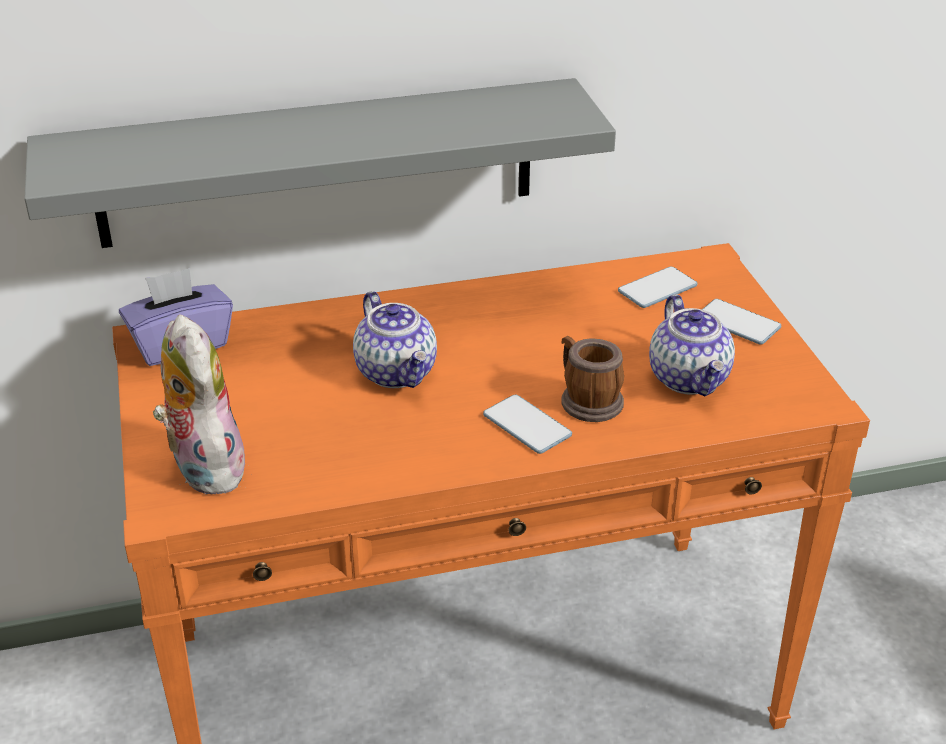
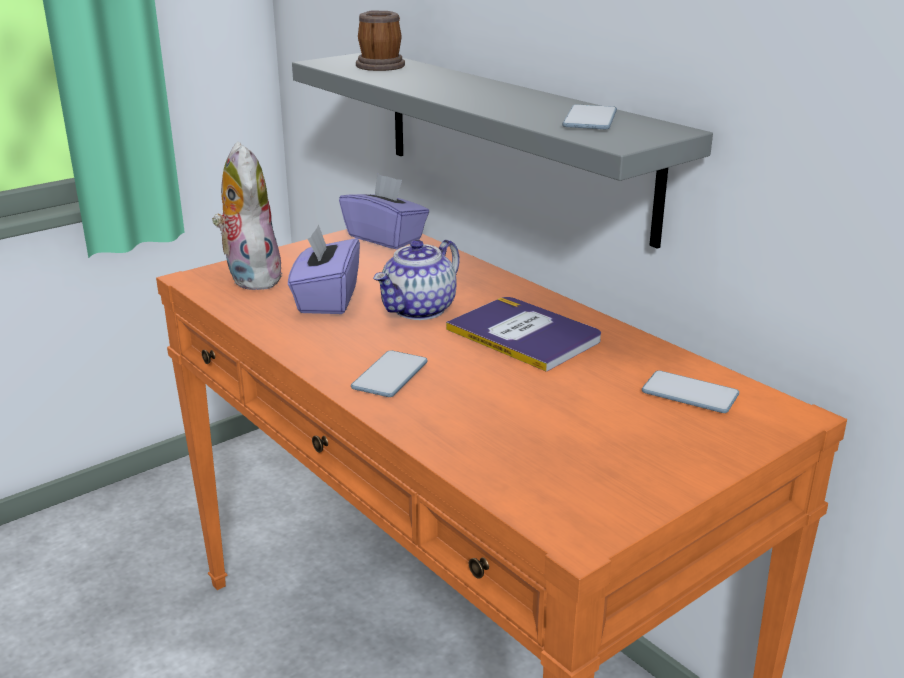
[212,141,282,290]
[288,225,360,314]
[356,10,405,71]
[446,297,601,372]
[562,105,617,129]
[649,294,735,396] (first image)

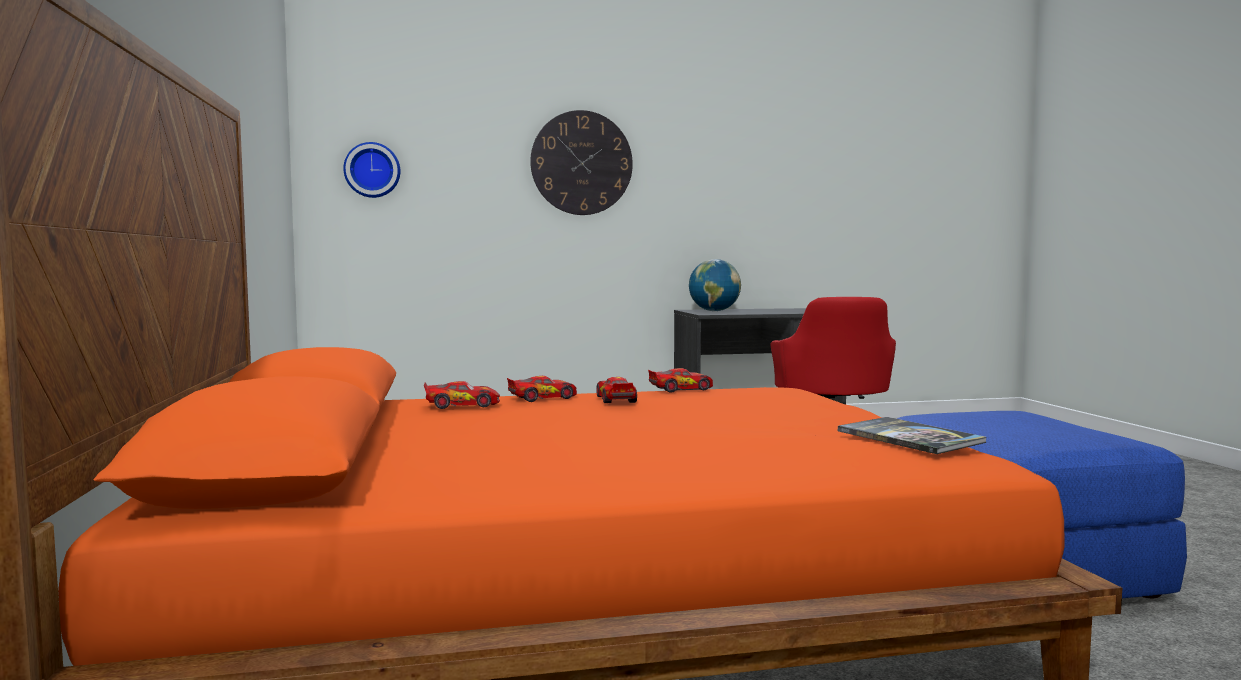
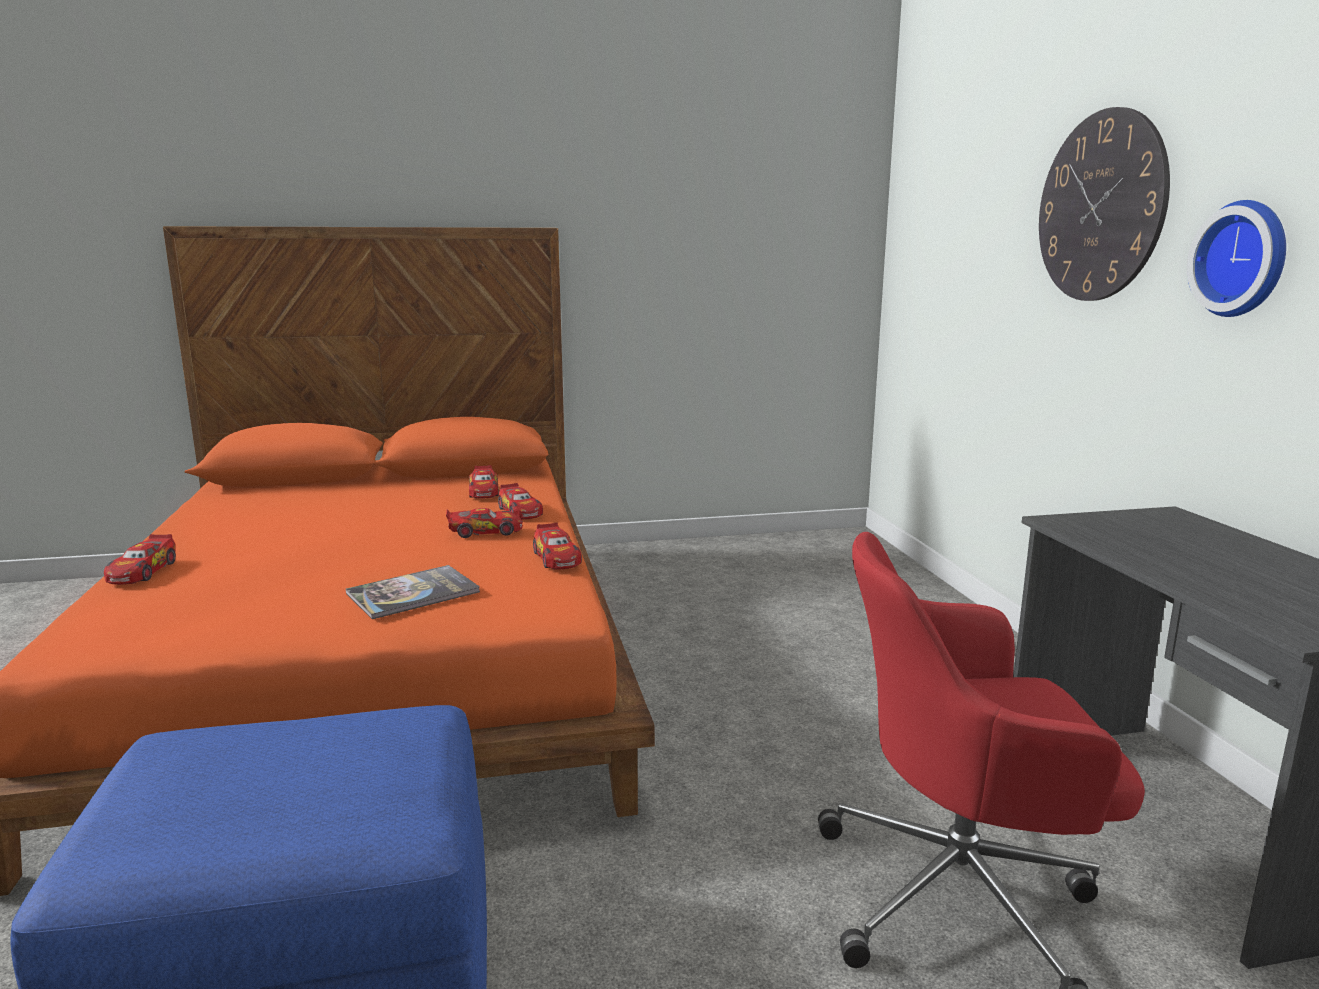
[104,534,176,585]
[346,565,480,619]
[1187,200,1286,317]
[689,259,741,311] (first image)

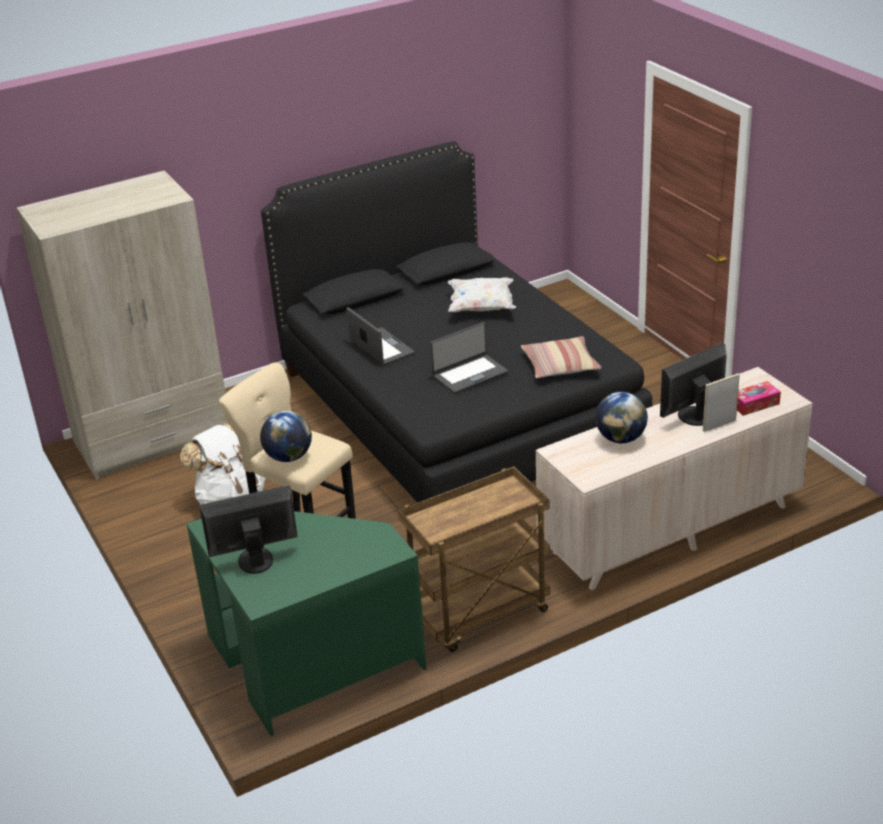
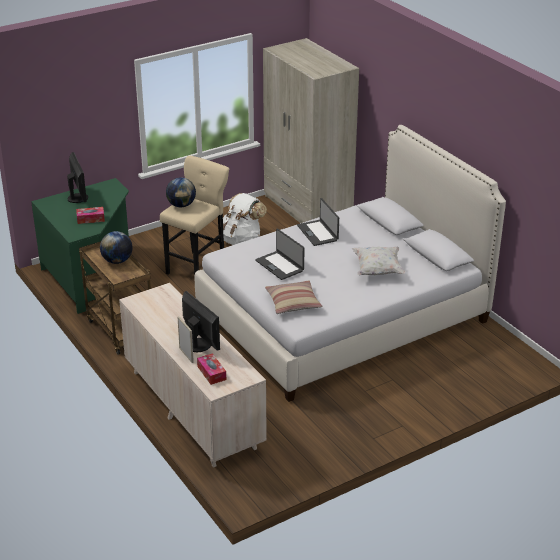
[76,207,105,224]
[100,231,133,264]
[195,125,506,402]
[297,198,339,246]

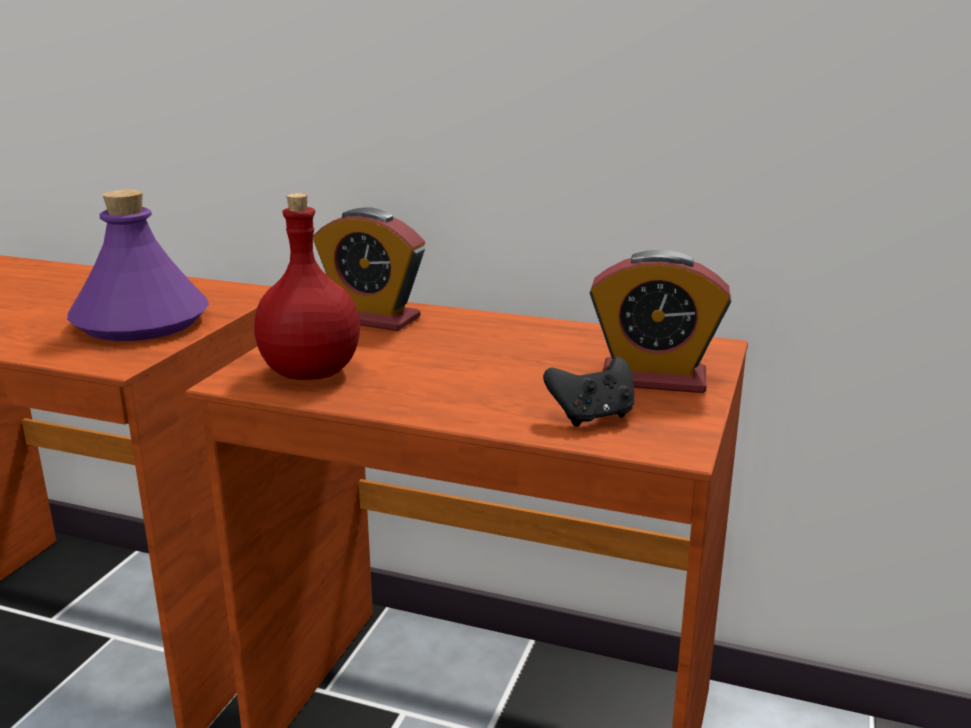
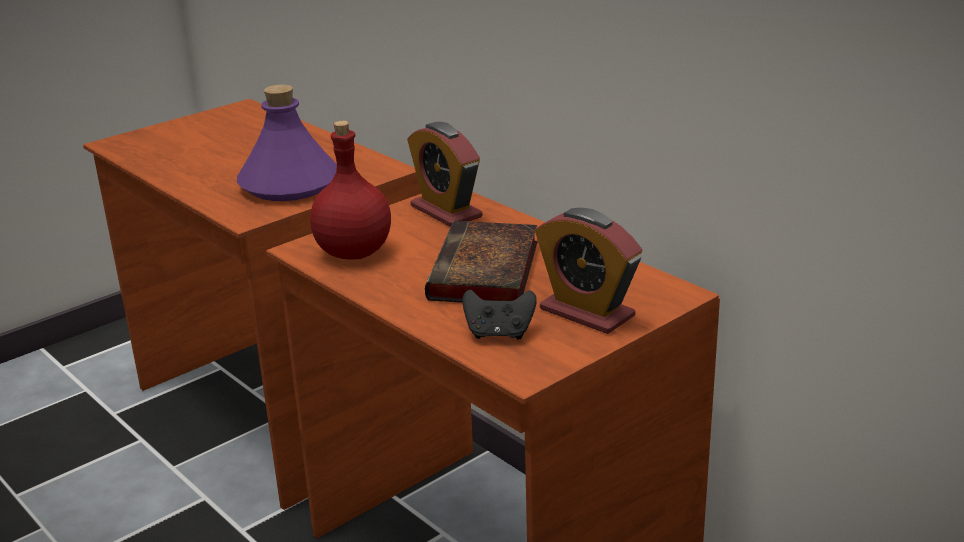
[425,221,537,303]

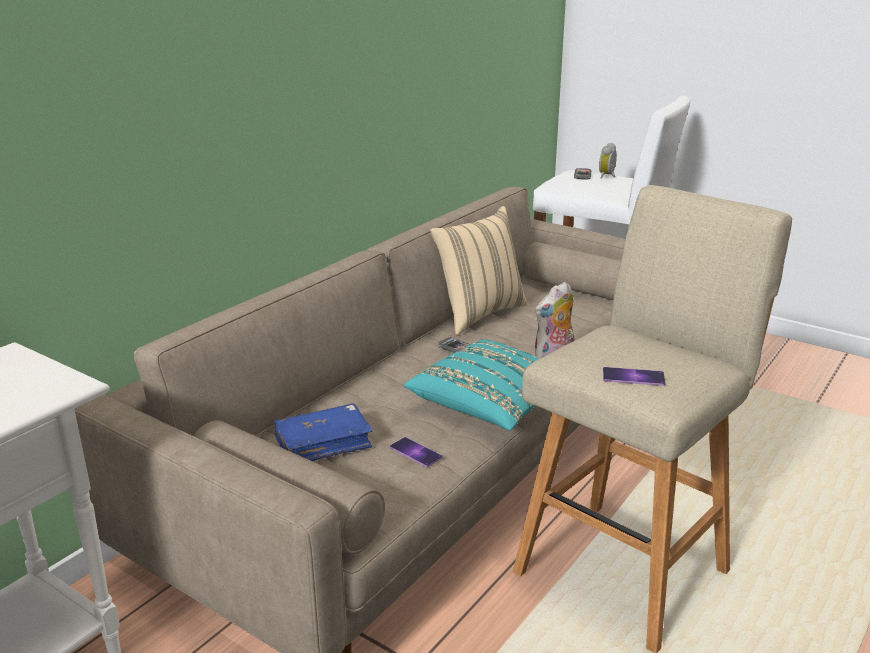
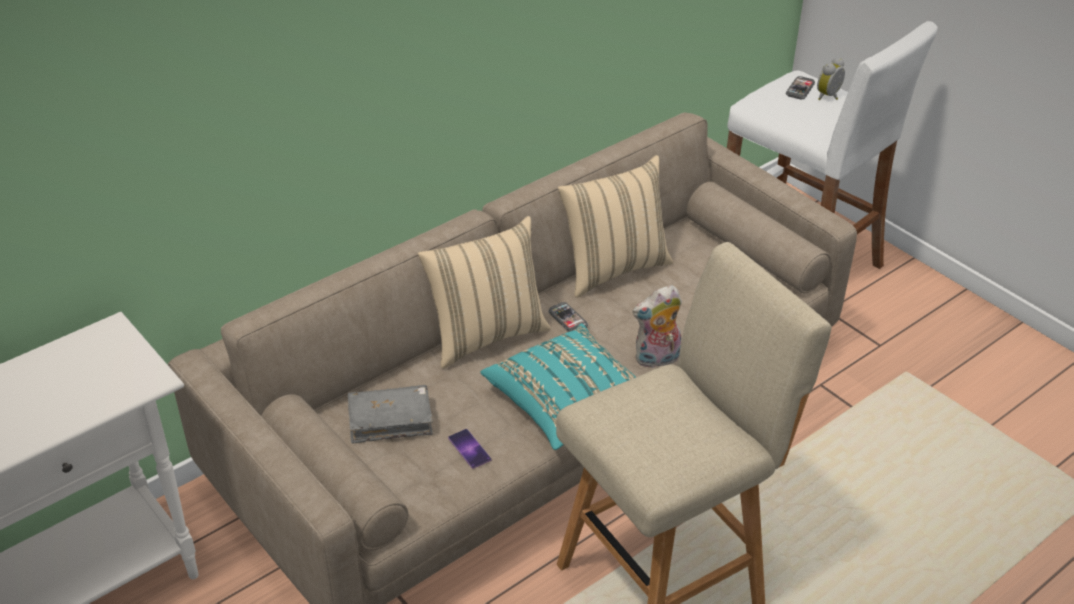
[348,385,433,444]
[418,216,551,369]
[603,367,666,386] (first image)

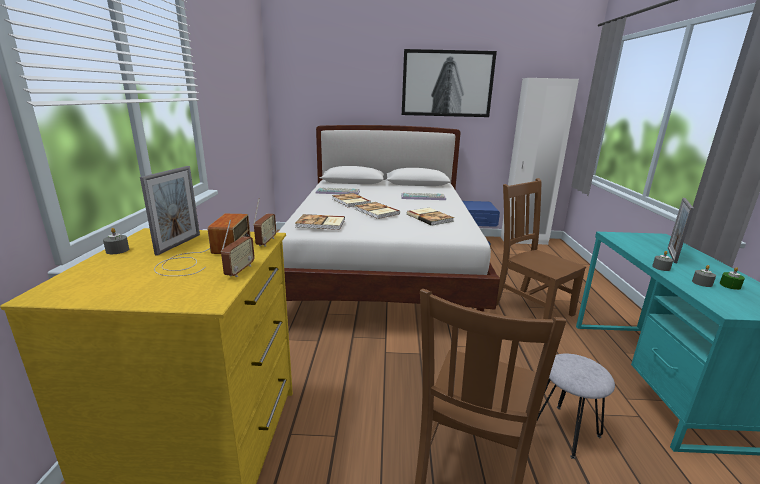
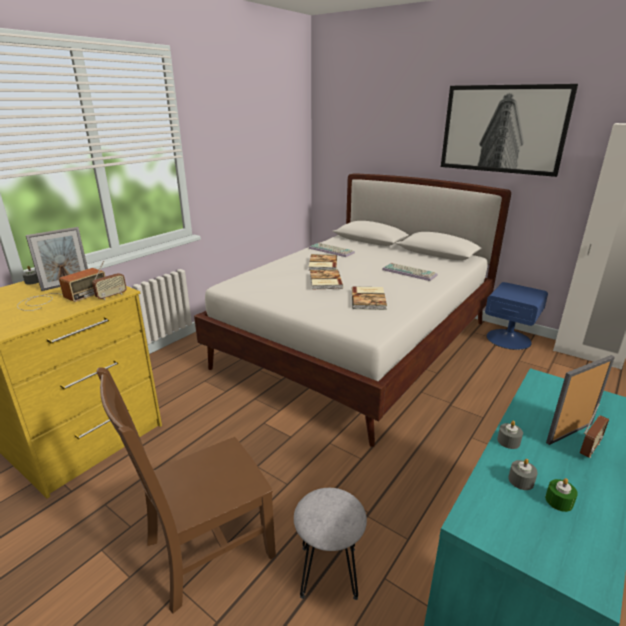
[580,403,609,458]
[295,214,345,230] (first image)
[496,178,586,319] (first image)

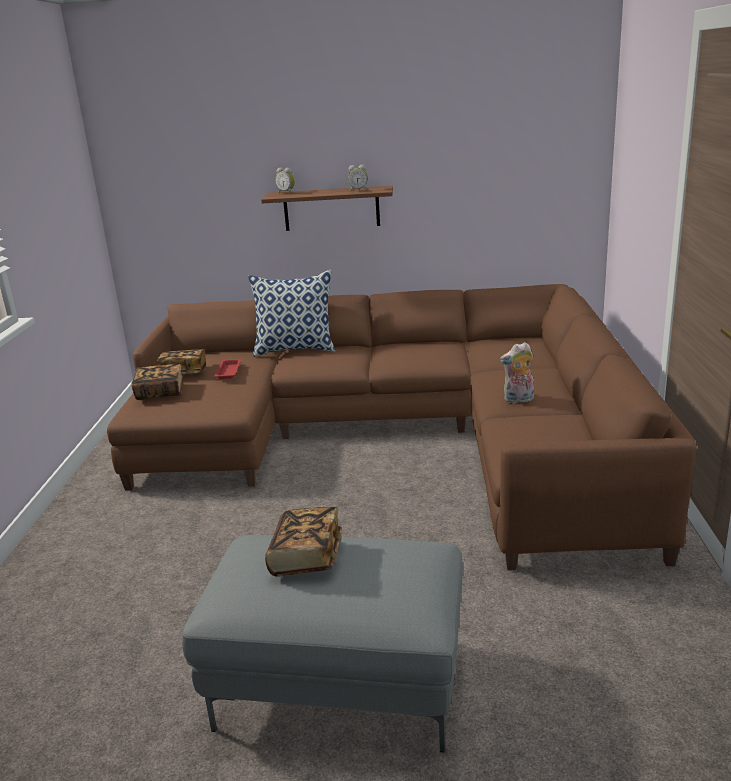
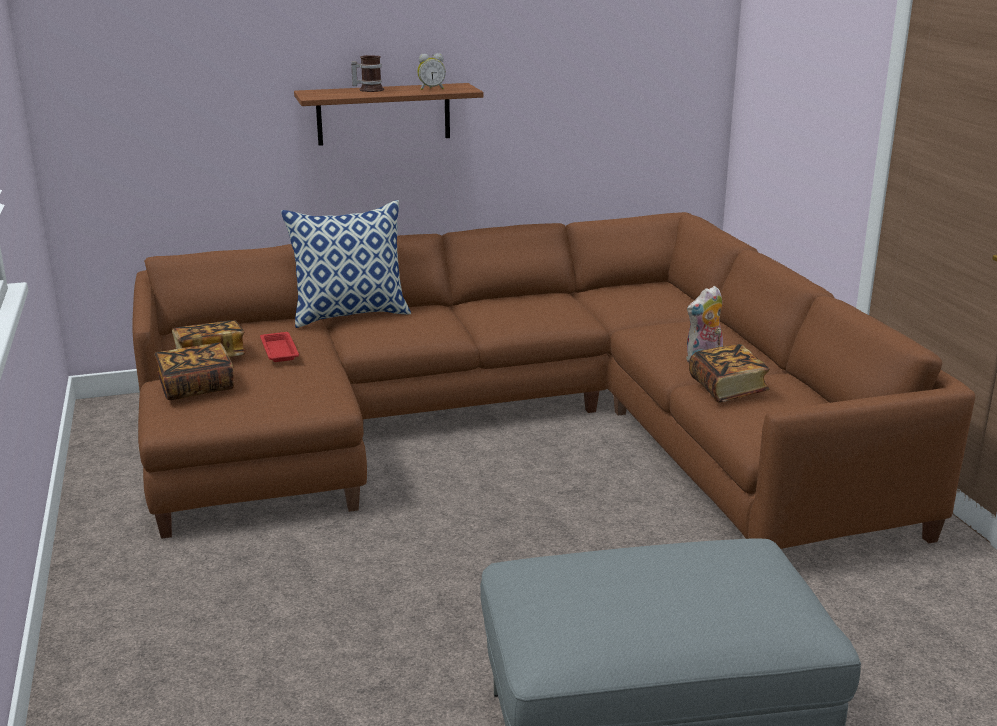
[351,55,384,92]
[689,344,770,402]
[275,168,295,193] (first image)

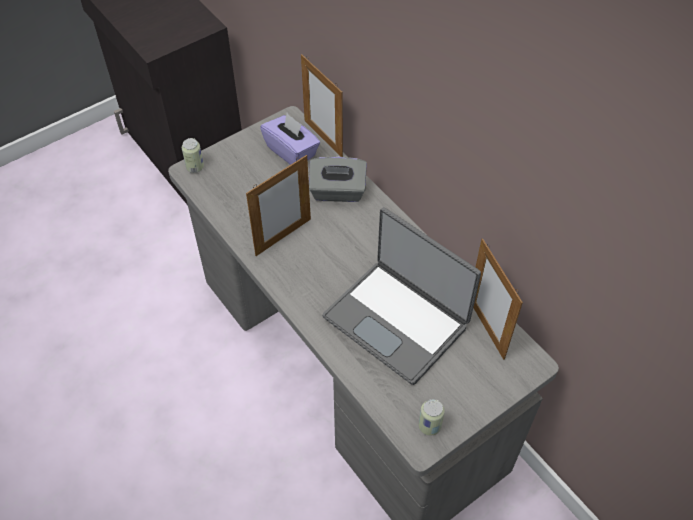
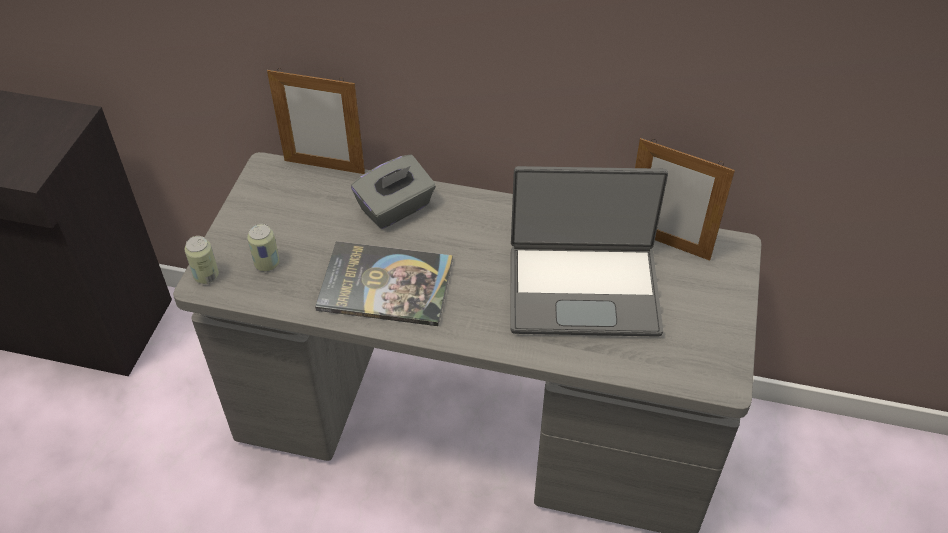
[247,224,280,272]
[315,241,453,326]
[260,113,320,165] (first image)

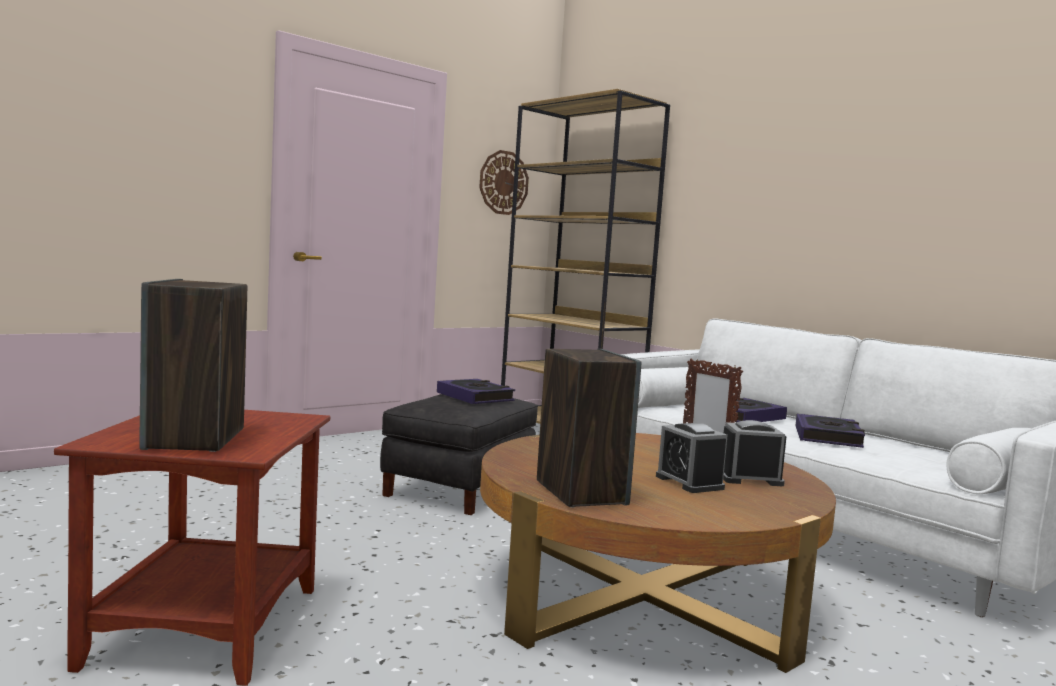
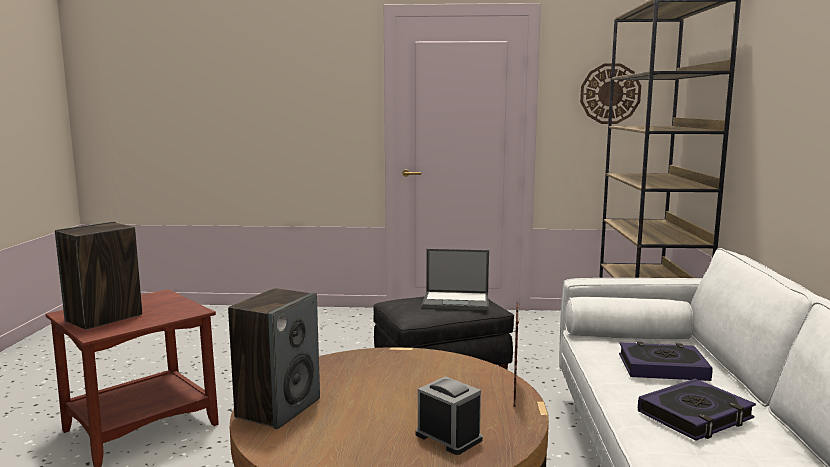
[422,249,489,310]
[656,423,728,493] (first image)

